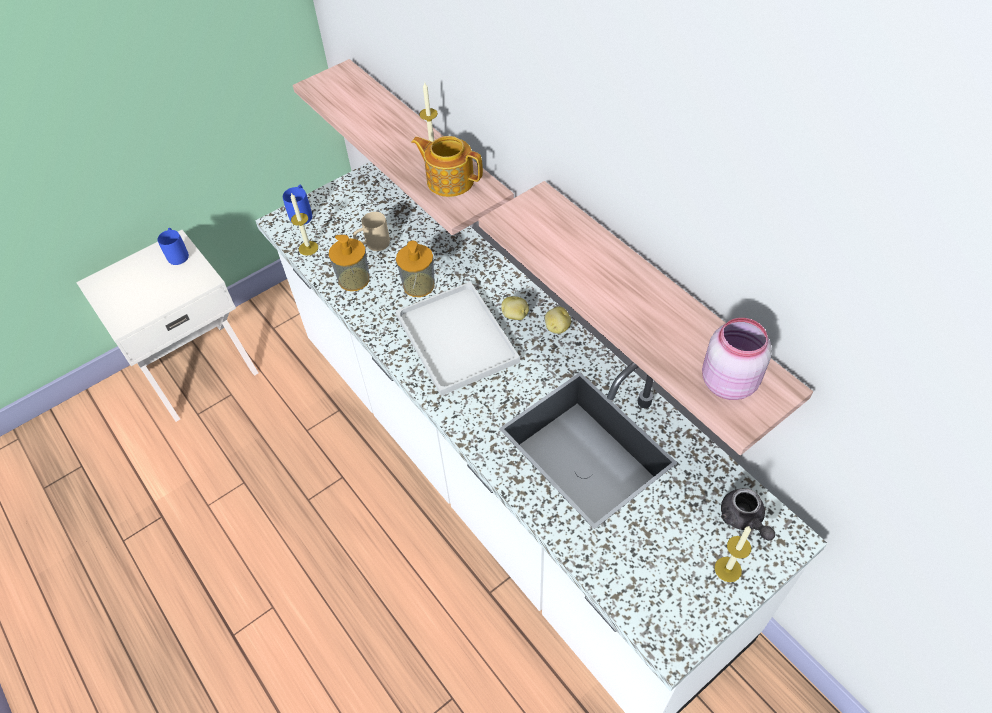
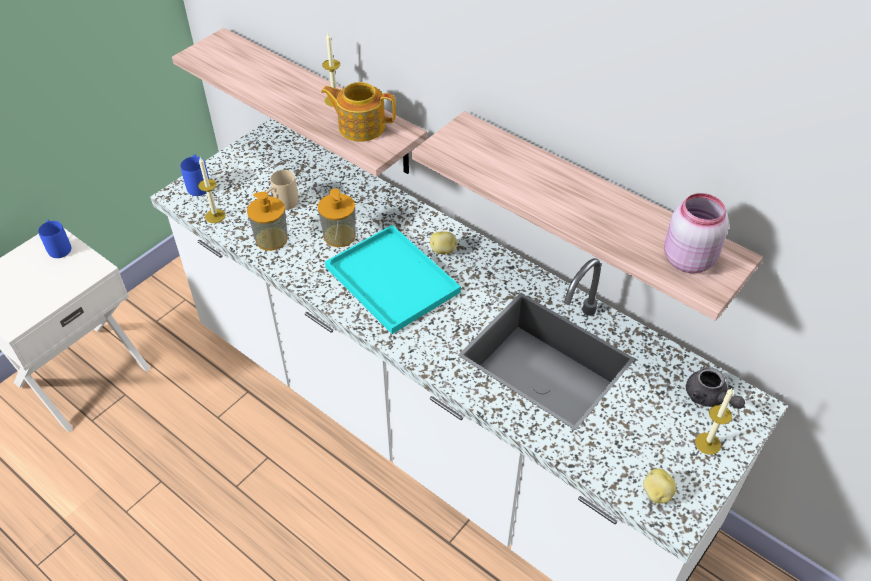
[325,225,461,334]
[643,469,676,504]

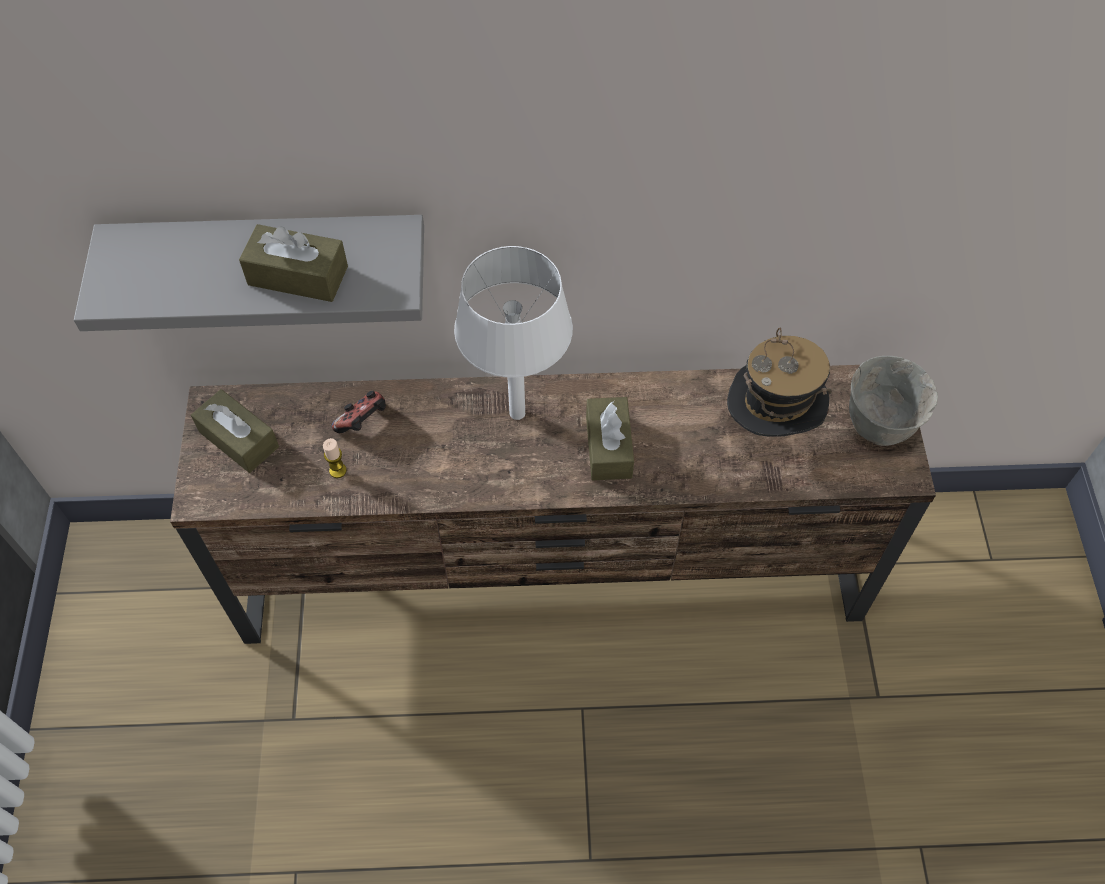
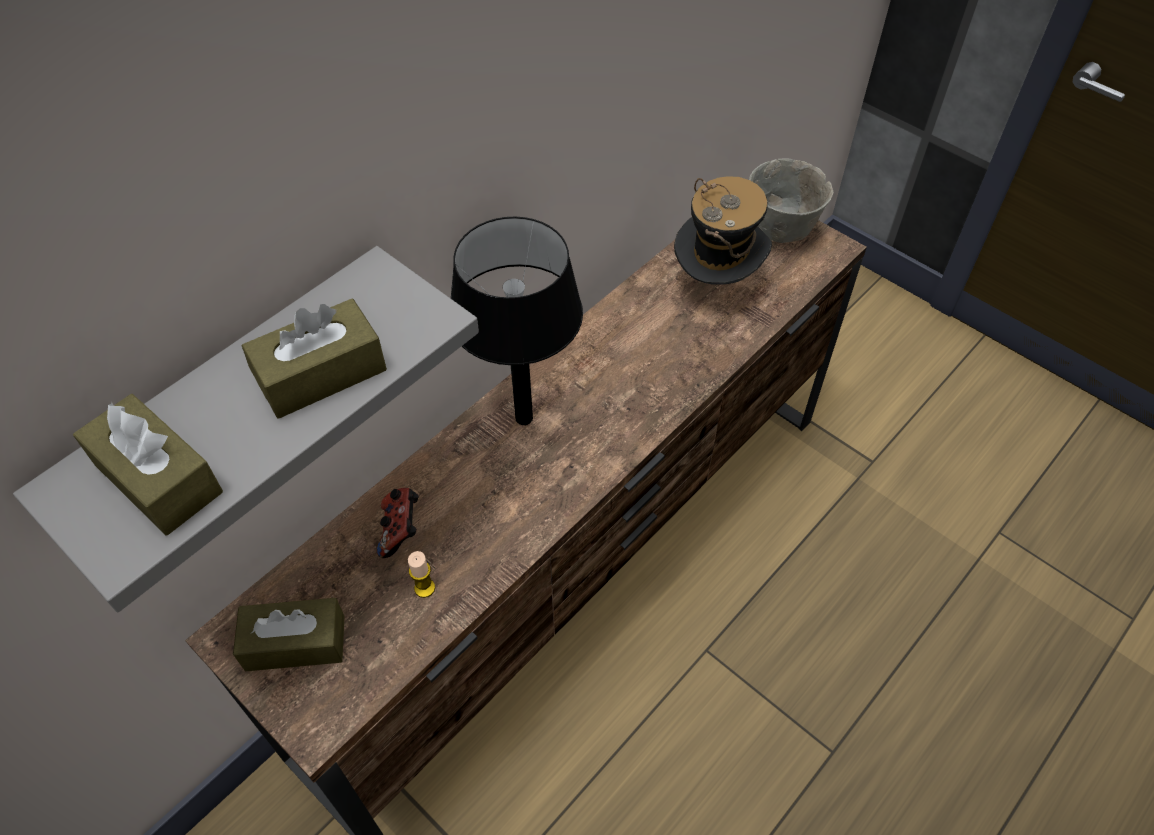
[73,394,223,536]
[451,217,583,425]

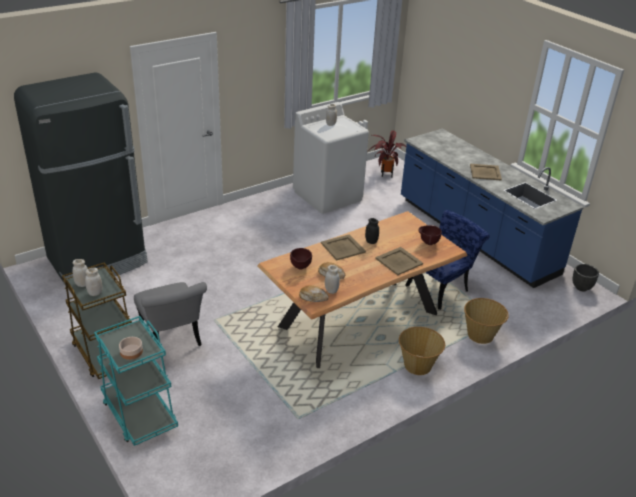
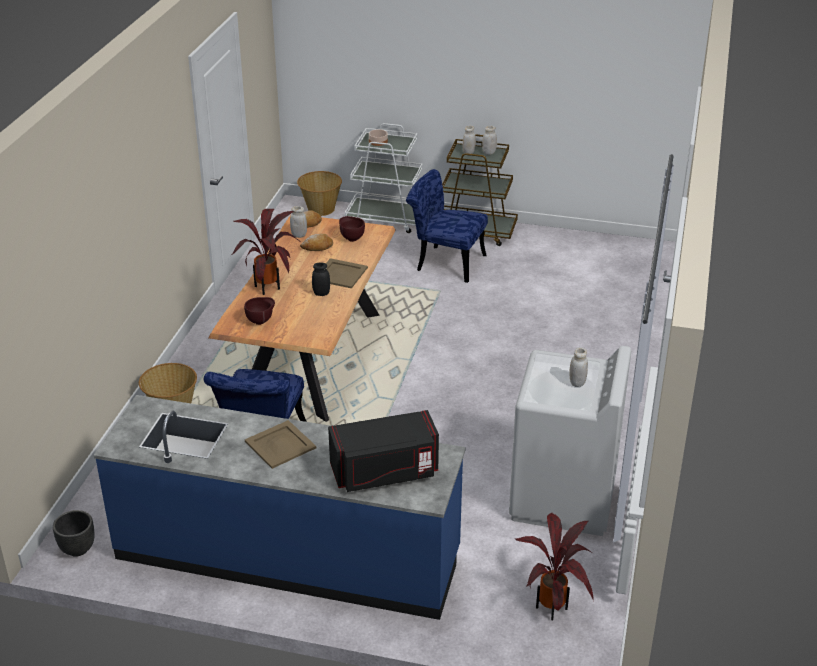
[232,209,302,295]
[297,171,342,216]
[328,410,439,492]
[345,123,423,233]
[406,169,488,283]
[14,73,148,286] (first image)

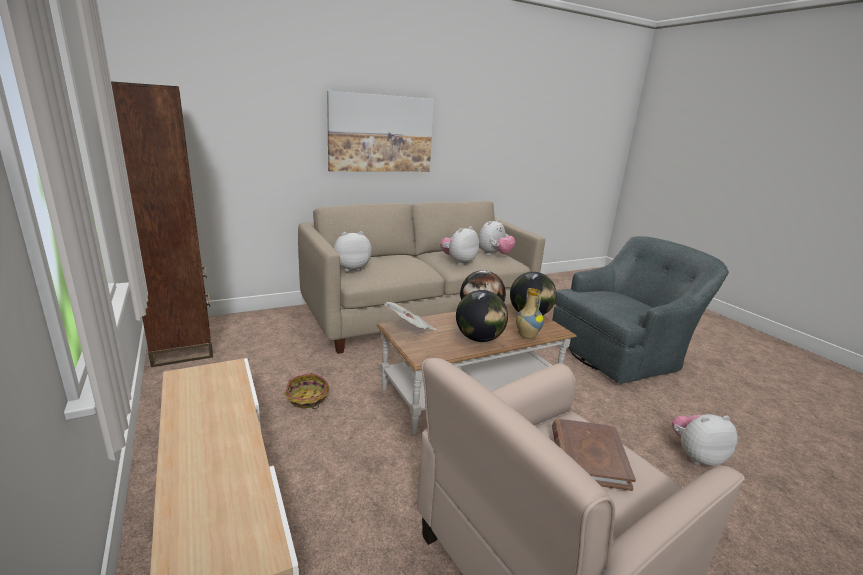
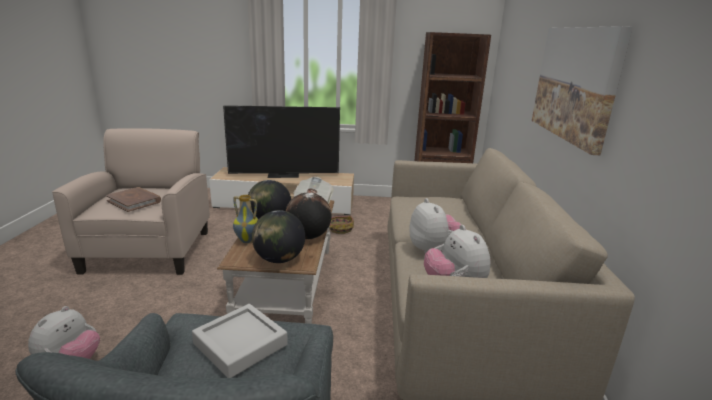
[192,304,288,378]
[223,105,340,178]
[334,231,372,272] (first image)

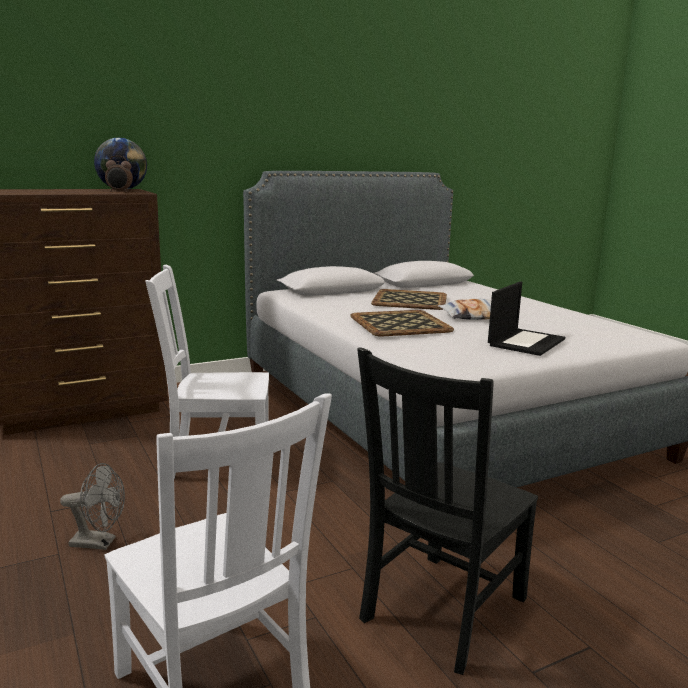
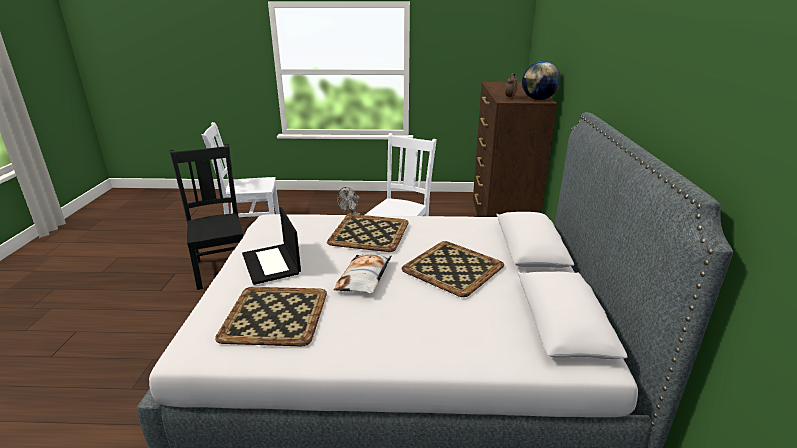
[215,287,327,346]

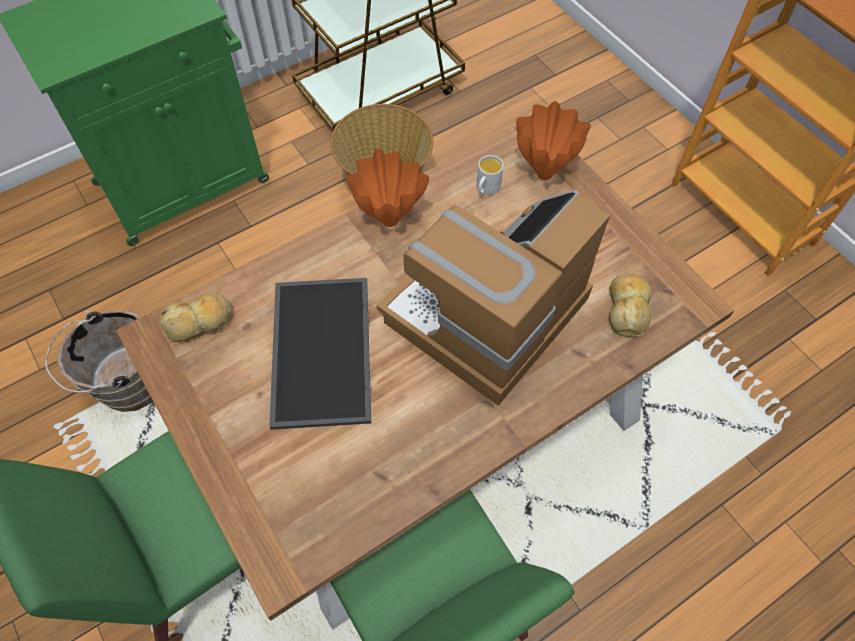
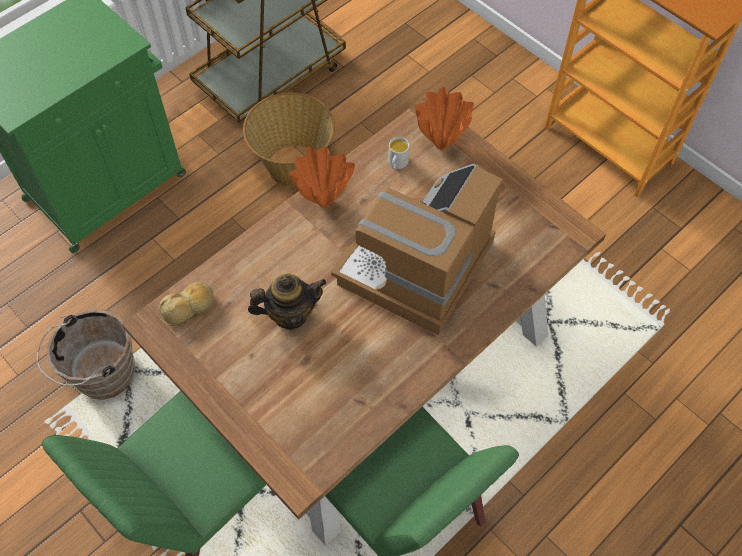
[248,274,326,330]
[609,273,652,337] (first image)

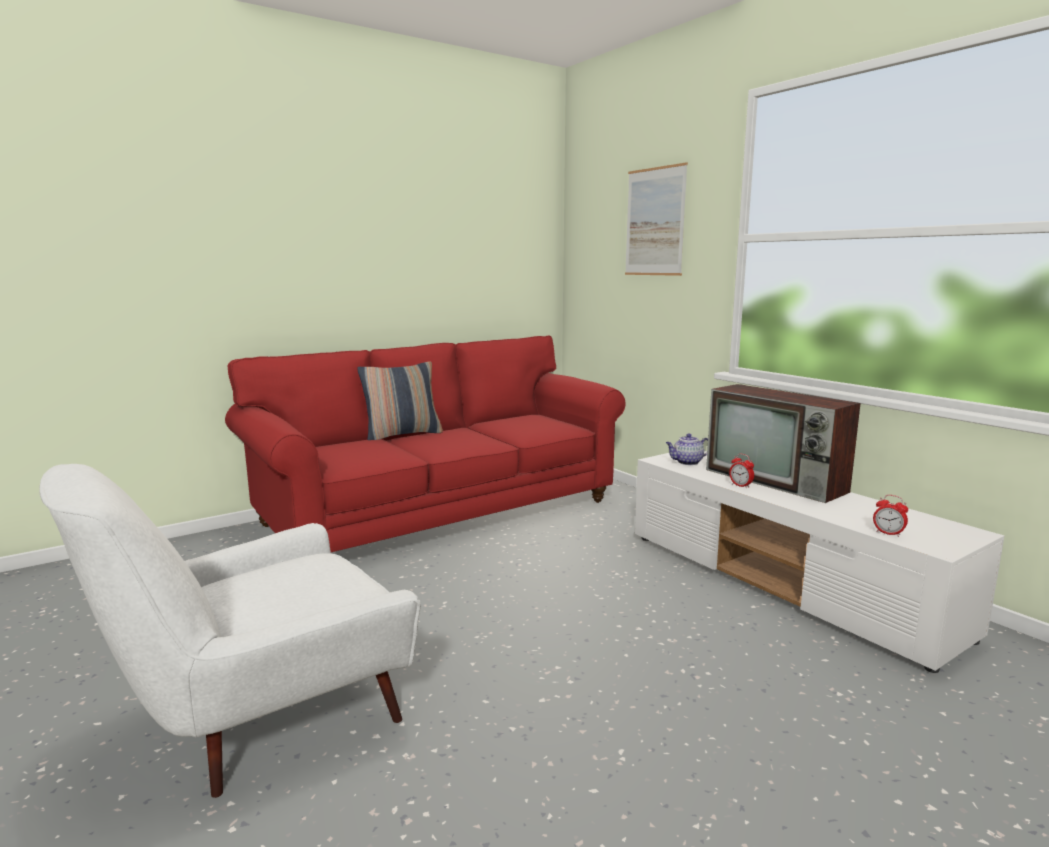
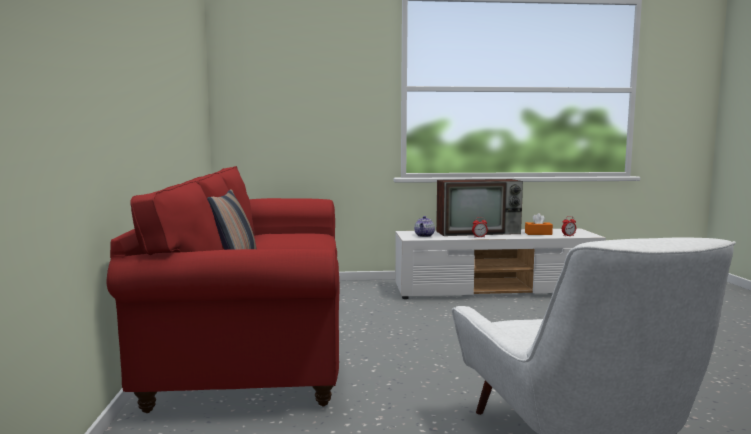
[525,213,553,235]
[625,162,688,276] (first image)

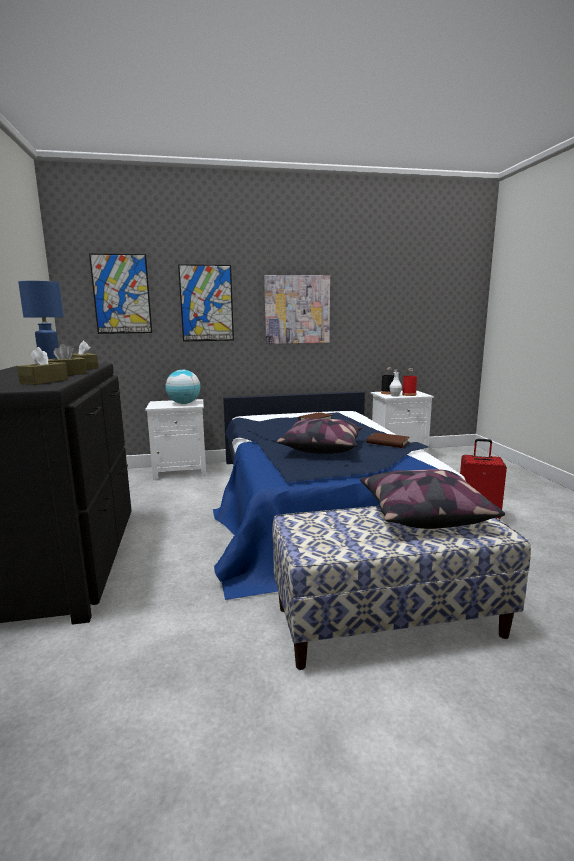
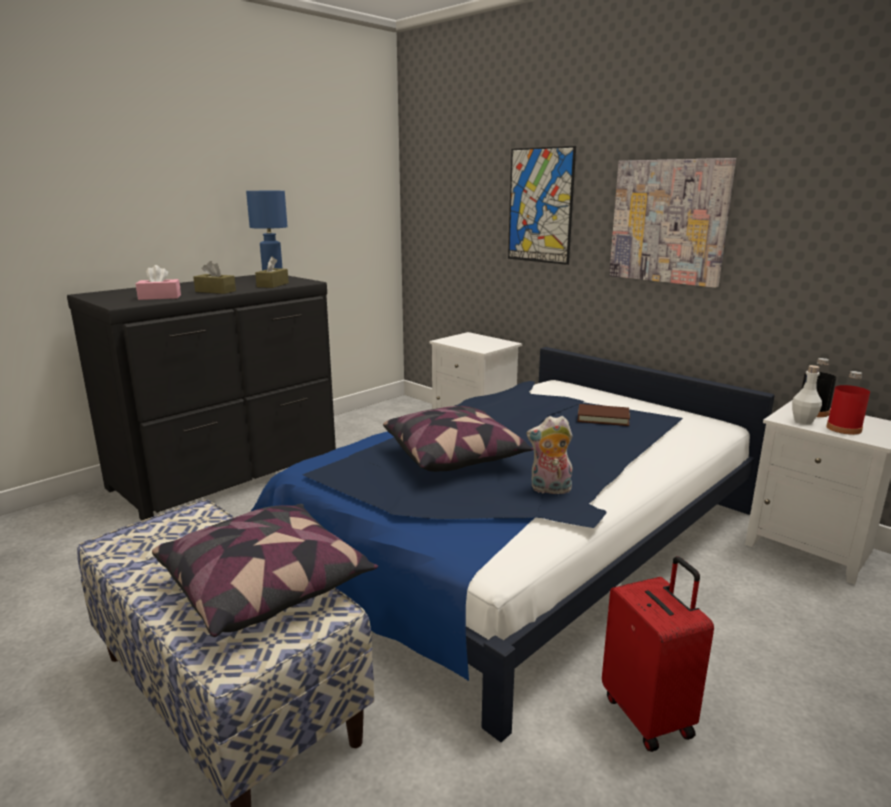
[136,265,181,300]
[527,416,573,494]
[89,253,152,334] (first image)
[166,370,201,404] (first image)

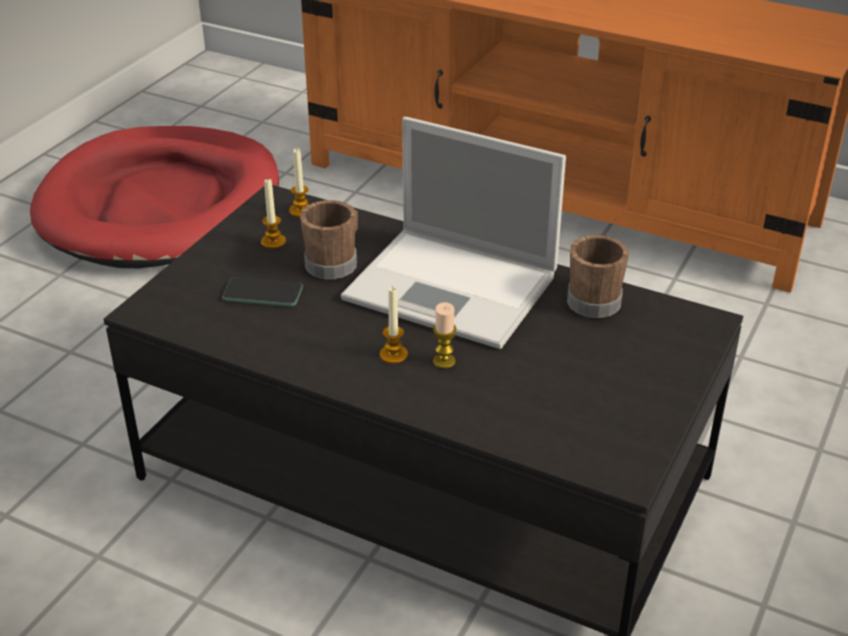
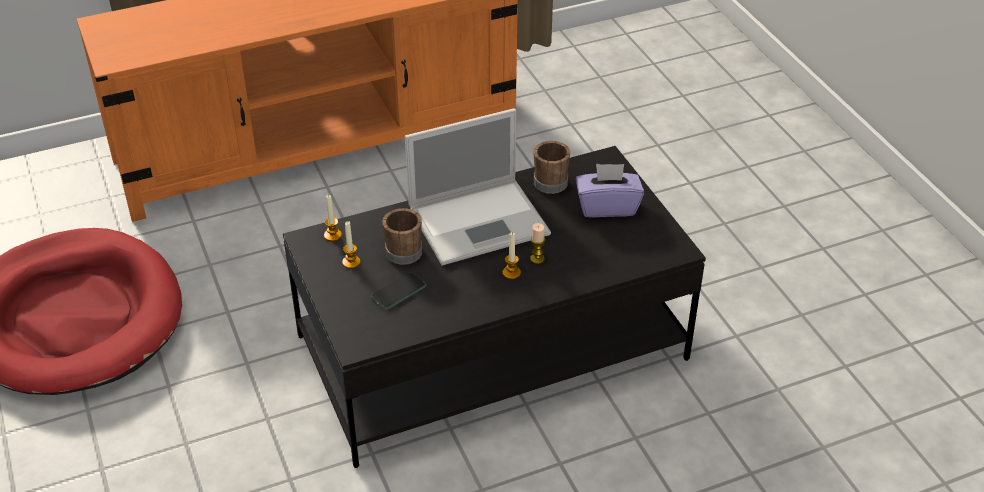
[576,164,644,217]

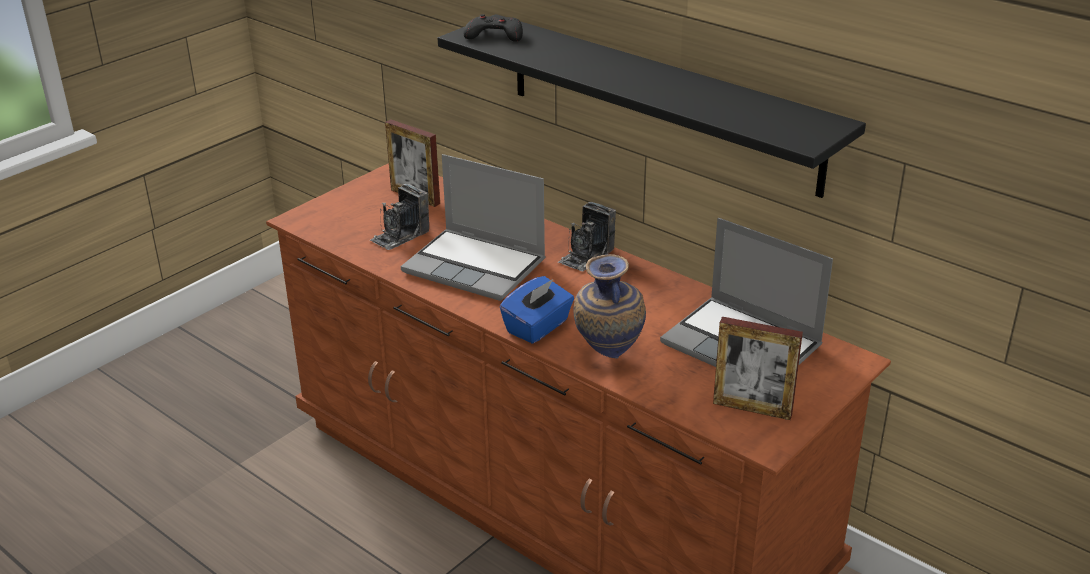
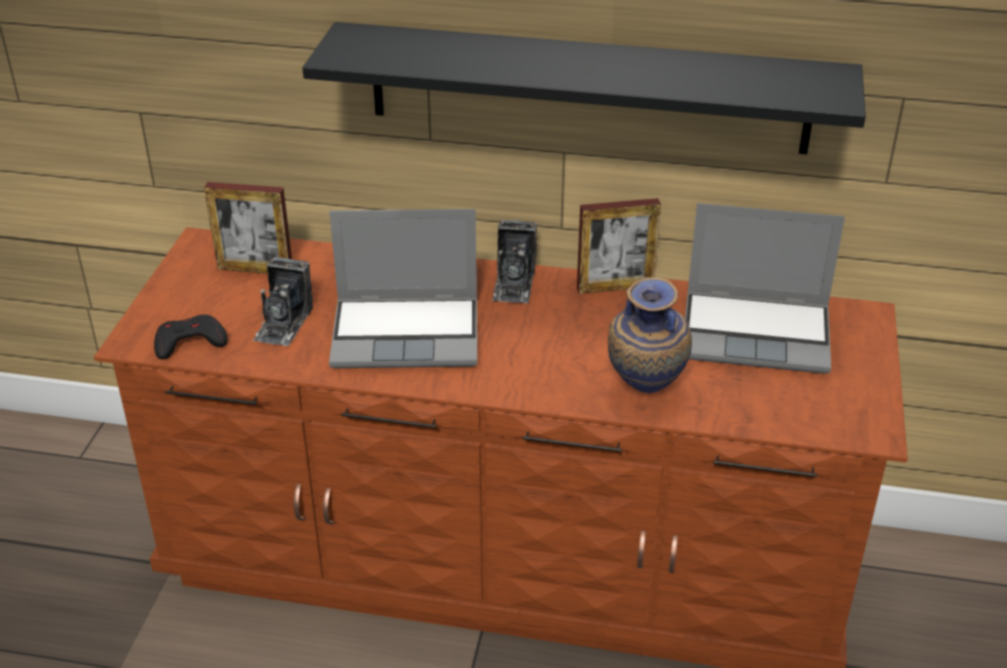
[154,315,228,359]
[577,198,661,294]
[500,276,574,344] (first image)

